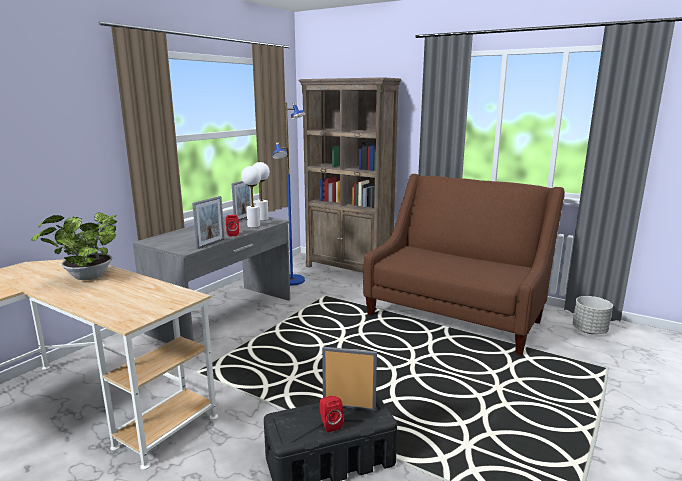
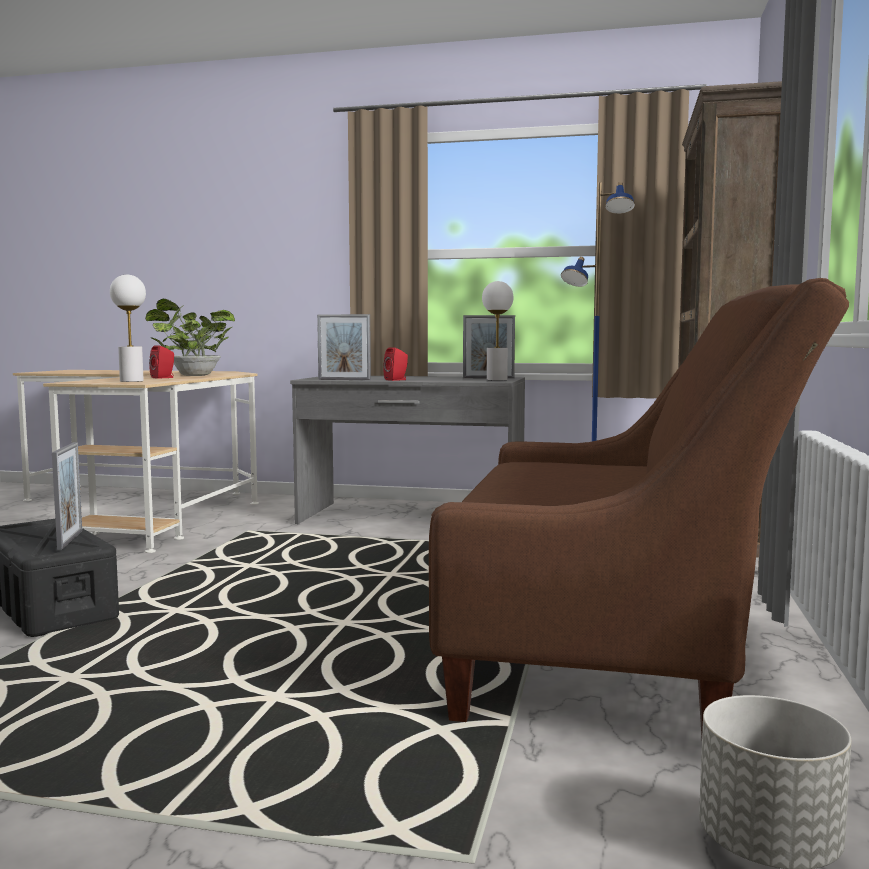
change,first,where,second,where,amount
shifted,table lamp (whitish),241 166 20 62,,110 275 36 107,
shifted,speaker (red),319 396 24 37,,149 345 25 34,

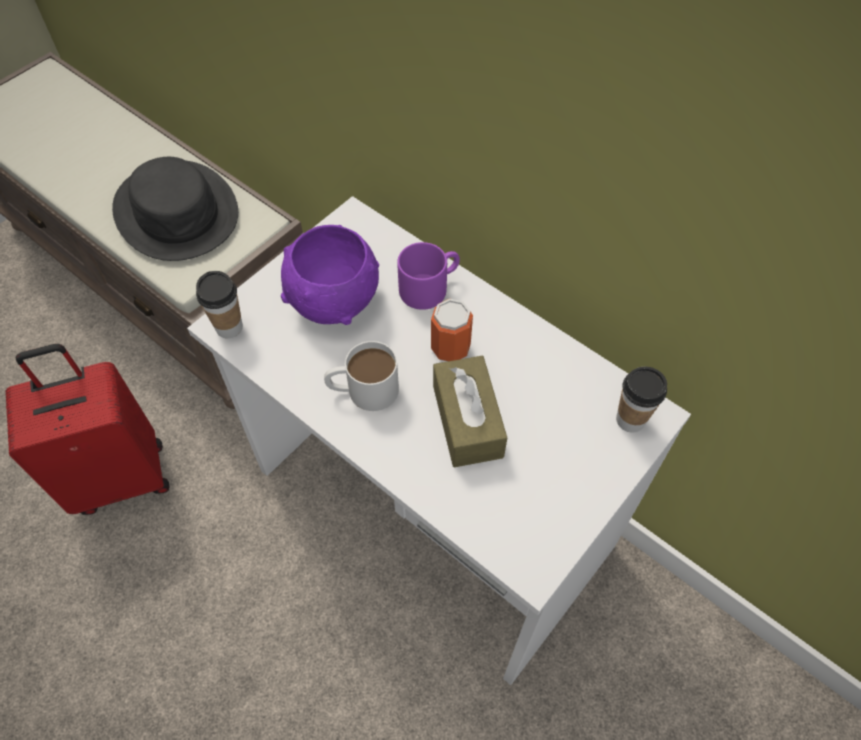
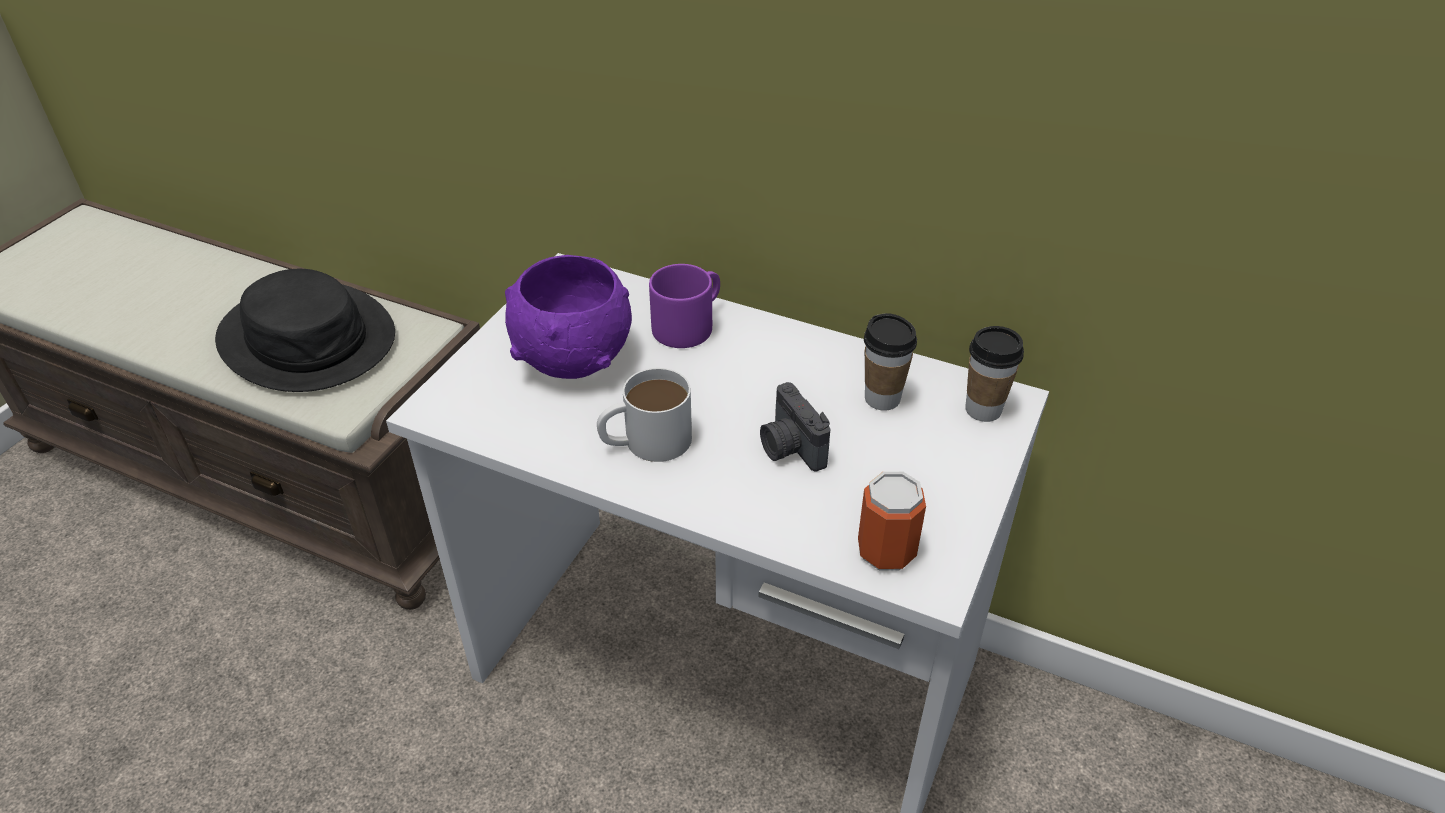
change,first,where,second,where,amount
gone,suitcase (red),6 344 164 171,,,
shifted,cup,196 271 47 67,,864 313 53 98,
shifted,metal can,431 298 42 64,,858 472 68 99,
swapped,box of tissues (brown-coloured),433 356 74 111,still camera,760 382 71 90,

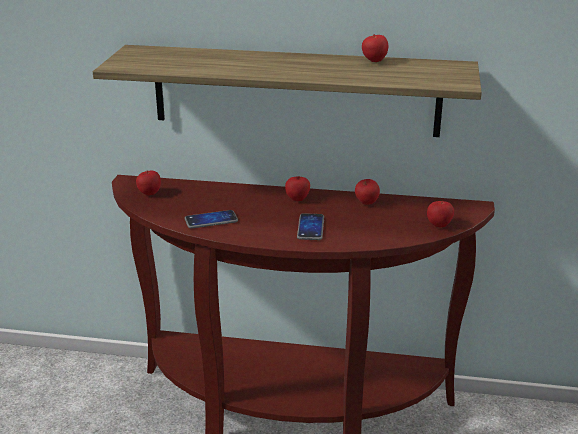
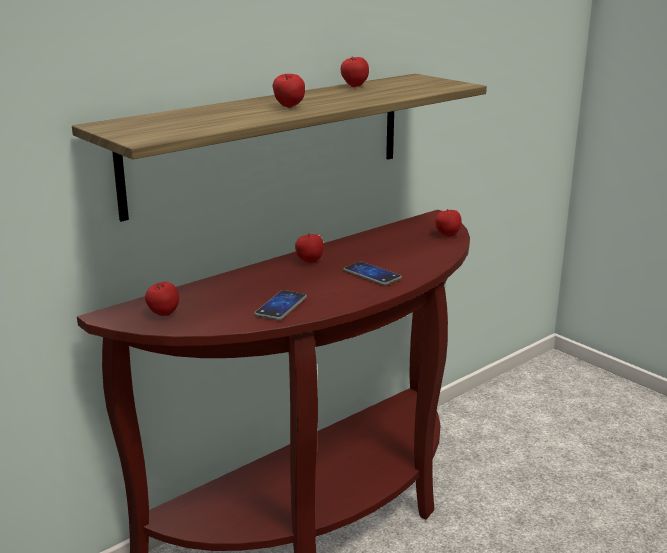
change,first,where,second,where,amount
shifted,apple,355 179 25 26,,273 74 32 34,

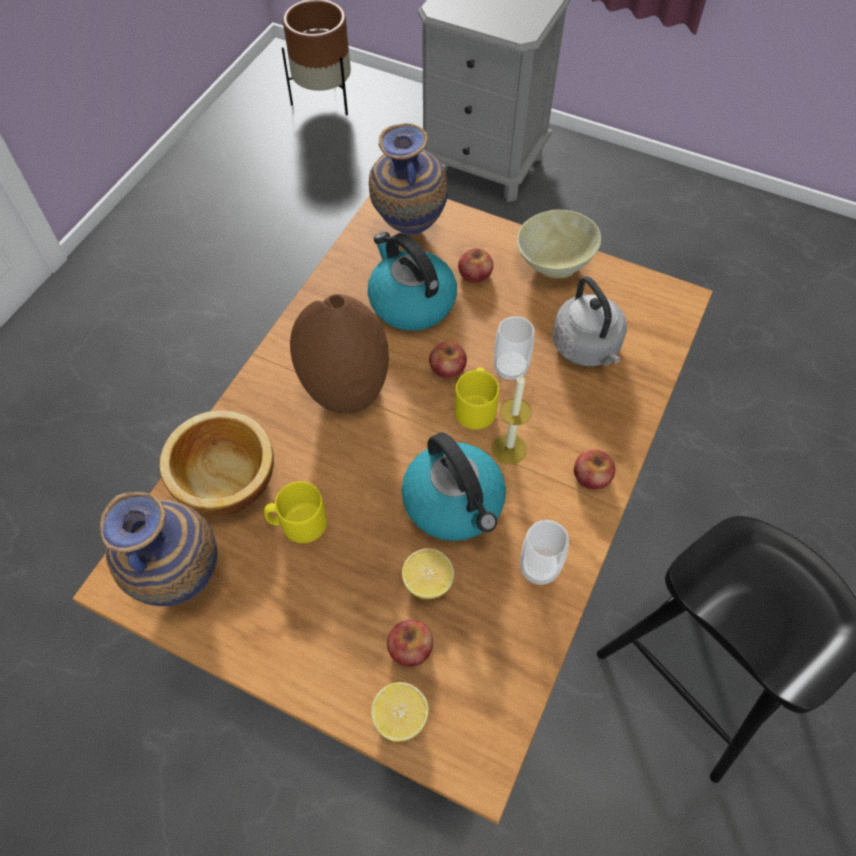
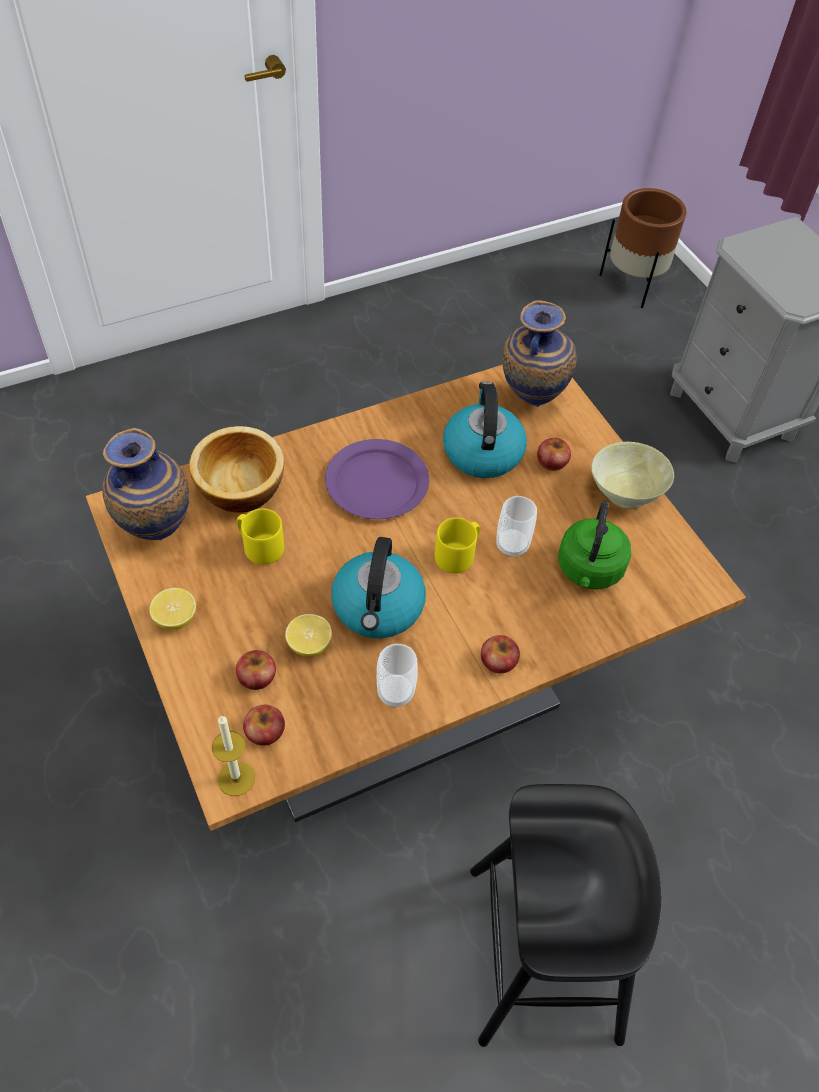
change,first,where,second,where,amount
swapped,decorative vase (brown-coloured),290 294 99 120,plate (purplish),325 439 104 80,
shifted,whole lemon,371 682 58 60,,149 588 47 41,
shifted,apple,429 342 38 37,,243 704 42 42,
shifted,wax light,492 375 40 89,,212 715 43 81,
repainted,water kettle (gray),553 276 74 90,water kettle (green),558 501 73 88,

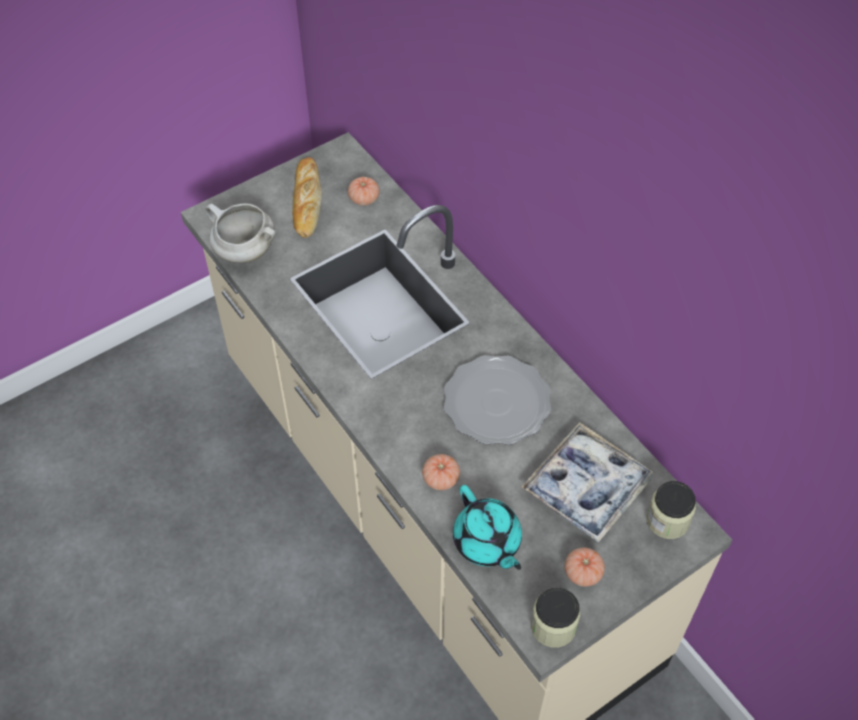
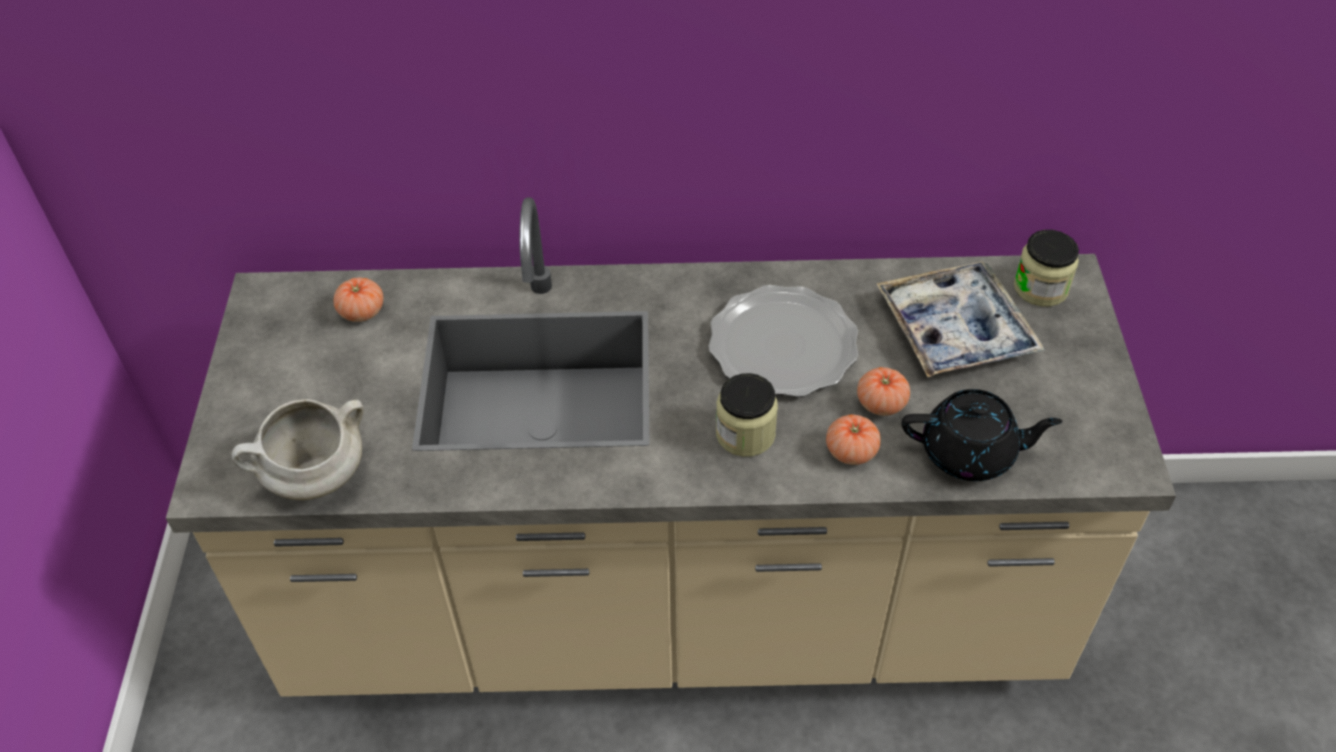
change,first,where,second,where,amount
gone,bread,292 157 30 81,,,
repainted,teapot (turquoise),453 485 69 85,teapot (blackish),902 389 160 92,
shifted,preserve jar,531 588 49 60,,716 373 62 84,
shifted,tomato,564 547 41 40,,857 367 53 49,

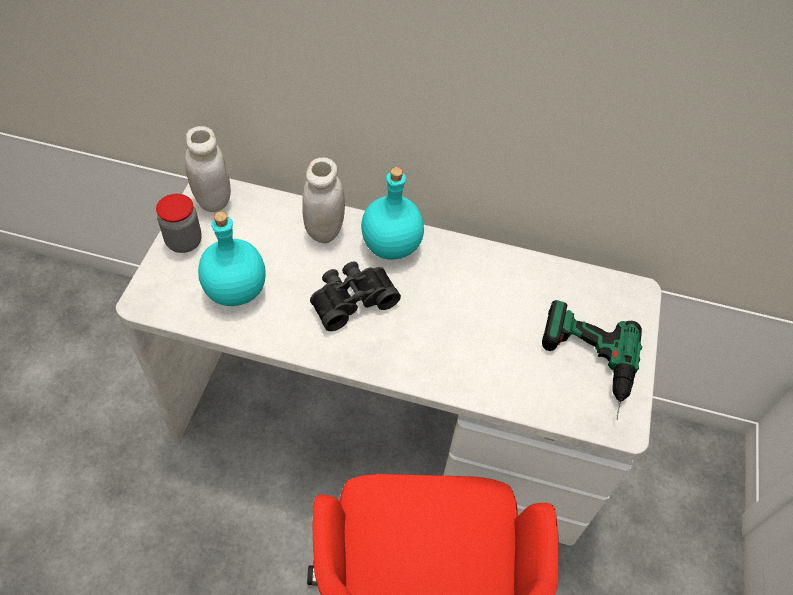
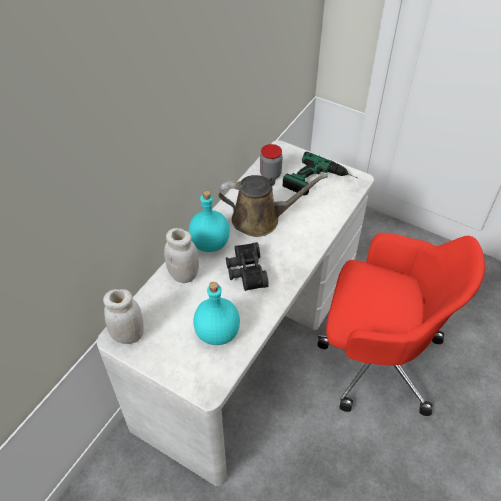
change,first,where,second,where,amount
shifted,preserve jar,156 194 46 59,,260 144 23 36,
new,,,watering can (brown-coloured),218 174 110 63,

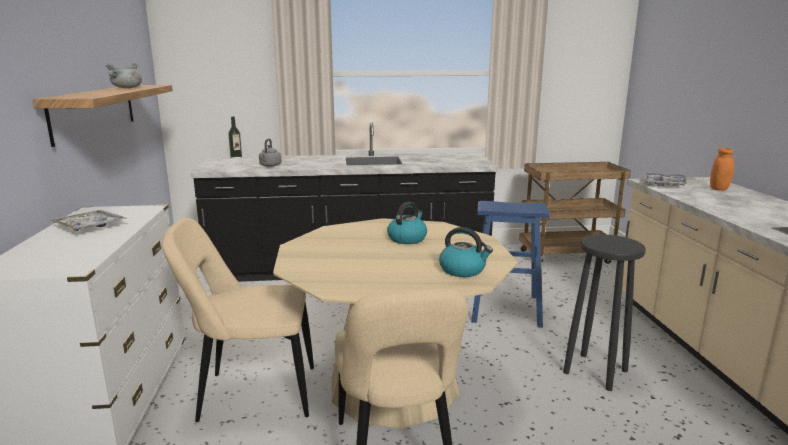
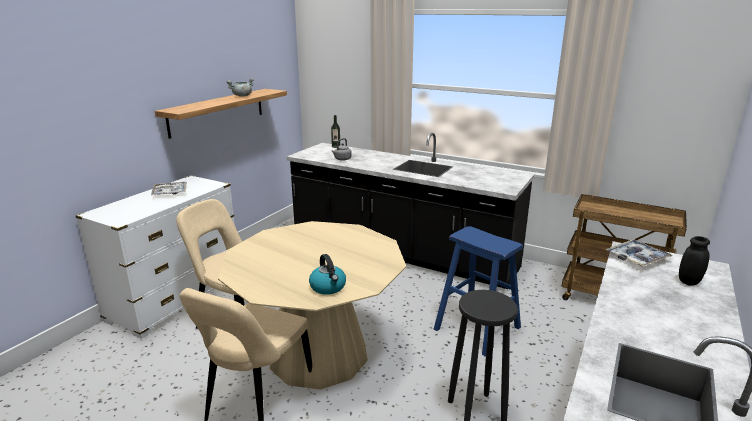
change,first,where,second,where,amount
gone,water kettle,387 202 40 42,,,
repainted,preserve jar (orangey),710 148 24 43,preserve jar (blackish),679 236 31 50,

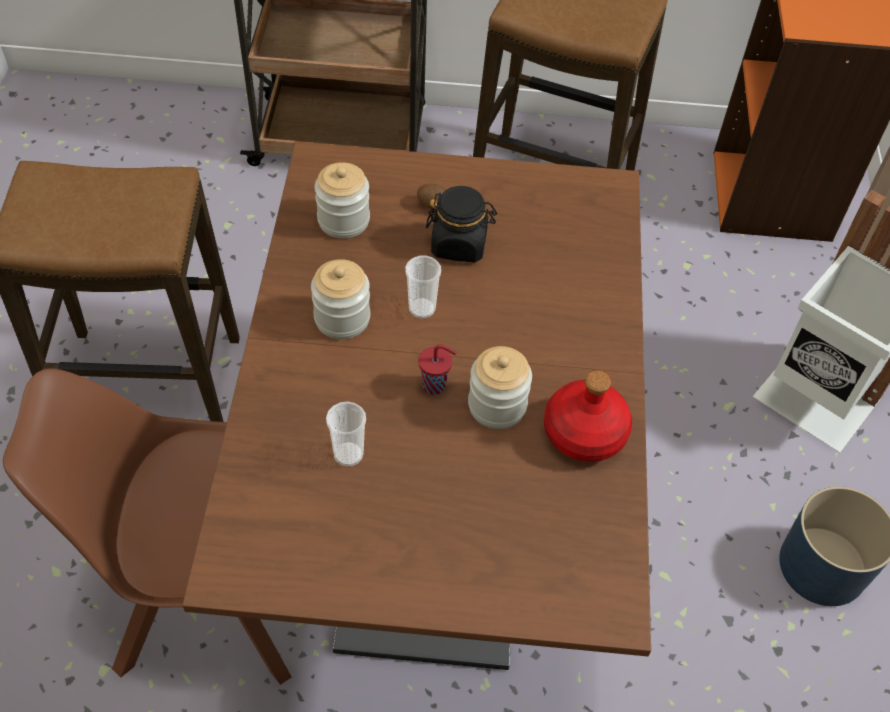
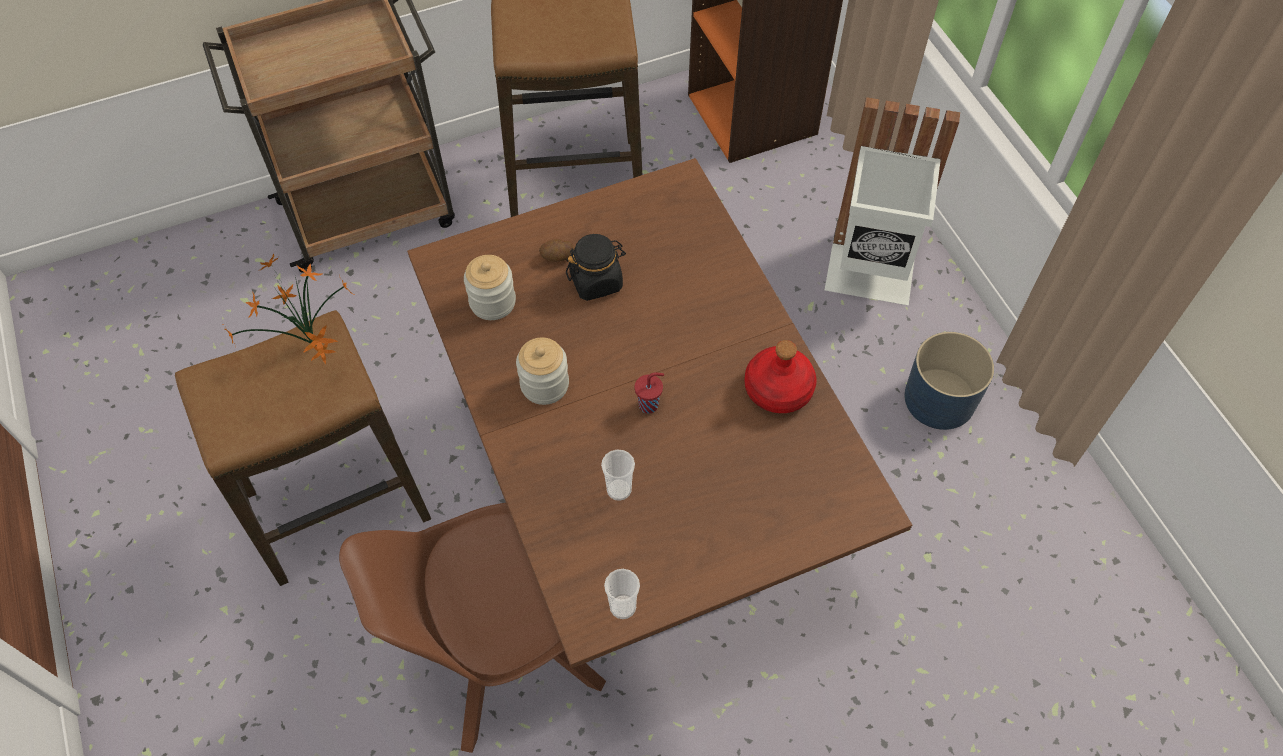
change,first,where,second,where,amount
shifted,cup,405 255 36 64,,604 569 36 50,
gone,preserve jar,468 346 64 83,,,
new,,,potted plant,224 253 130 111,

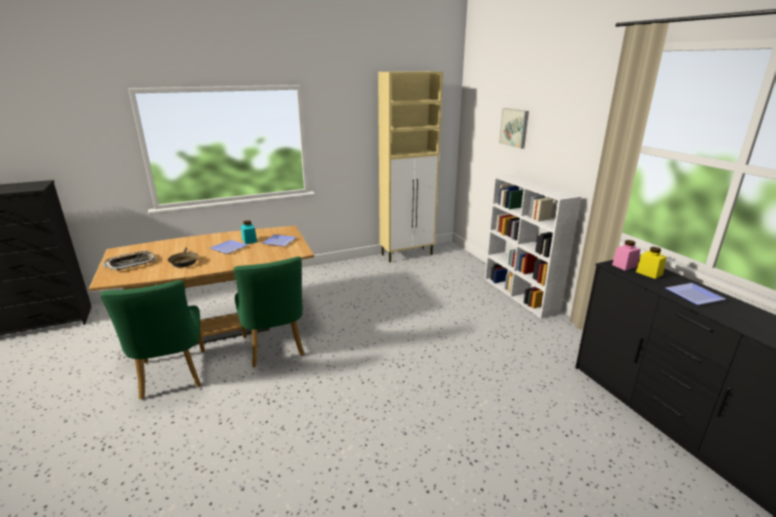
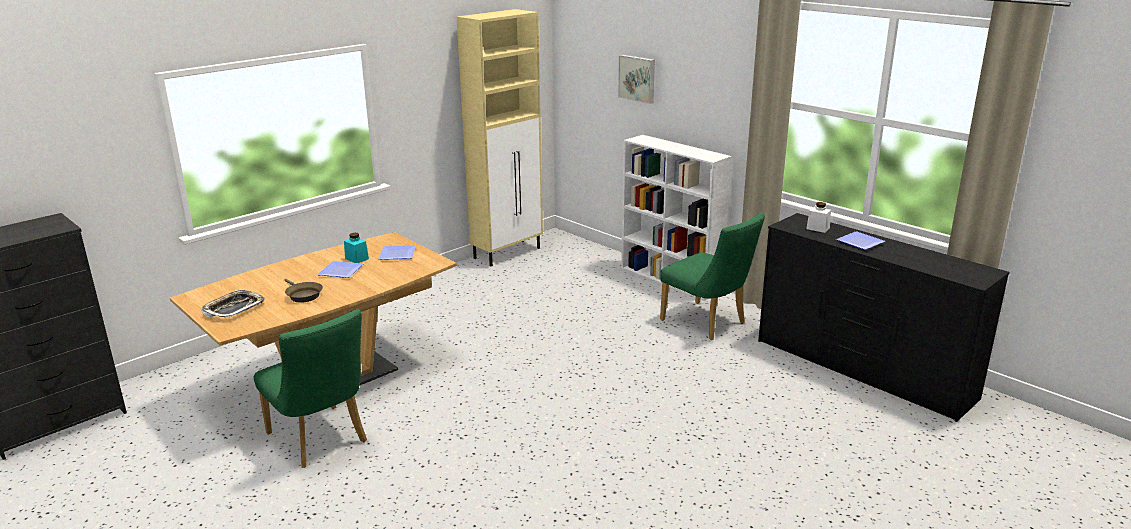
change,first,where,second,where,amount
shifted,plain chair (green),234 257 70 110,,660 213 105 127,
gone,preserve jar (pink),612 240 29 30,,,
repainted,preserve jar (yellow-coloured),636 247 31 32,preserve jar (whitish),806 202 25 31,

